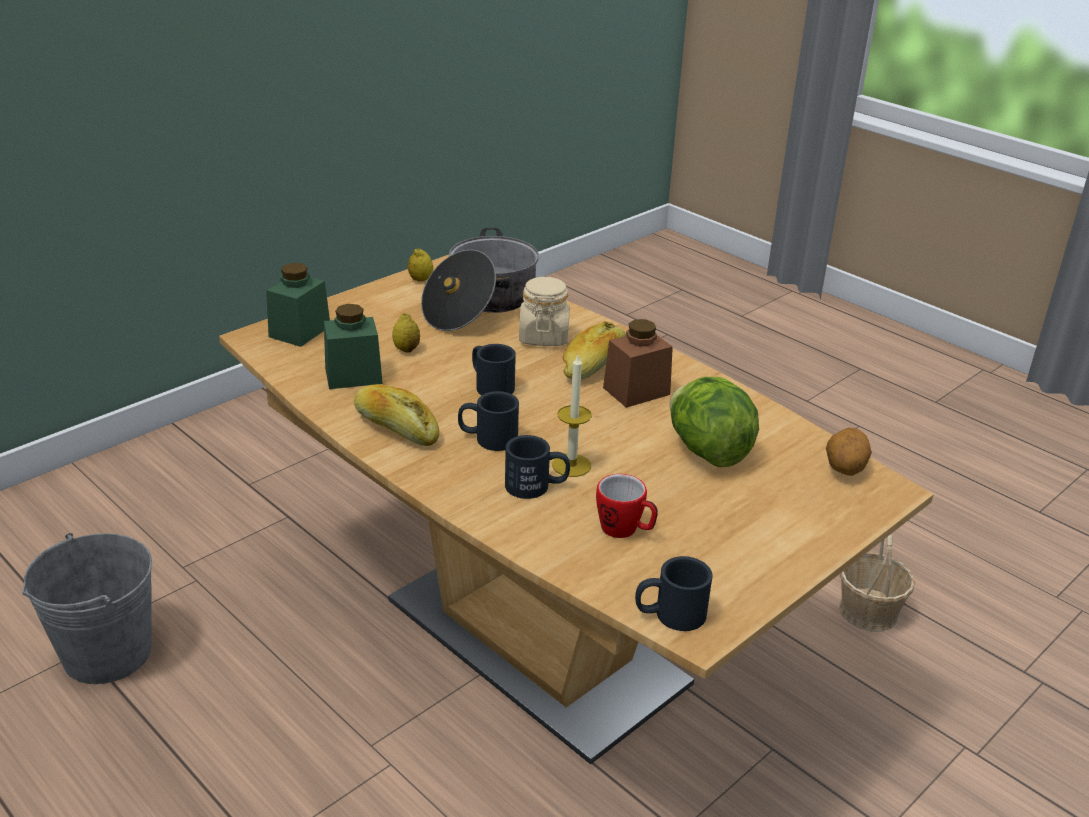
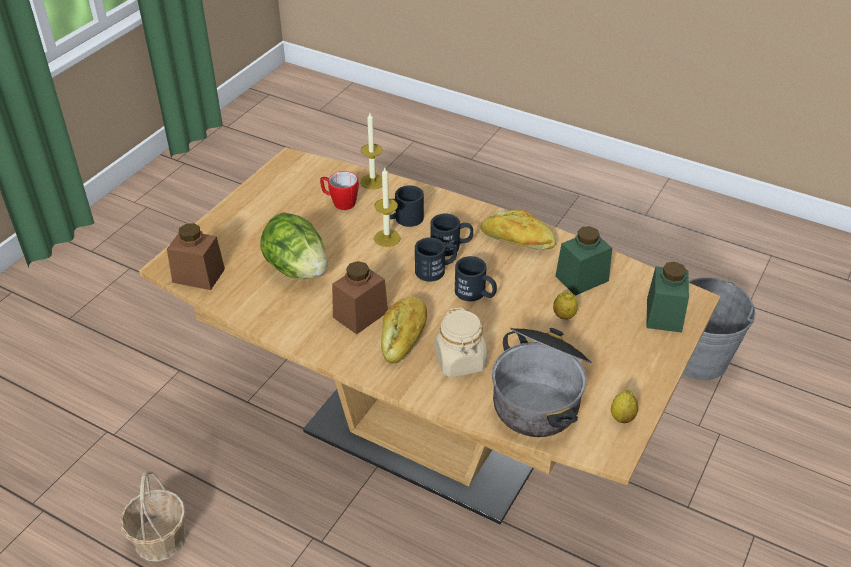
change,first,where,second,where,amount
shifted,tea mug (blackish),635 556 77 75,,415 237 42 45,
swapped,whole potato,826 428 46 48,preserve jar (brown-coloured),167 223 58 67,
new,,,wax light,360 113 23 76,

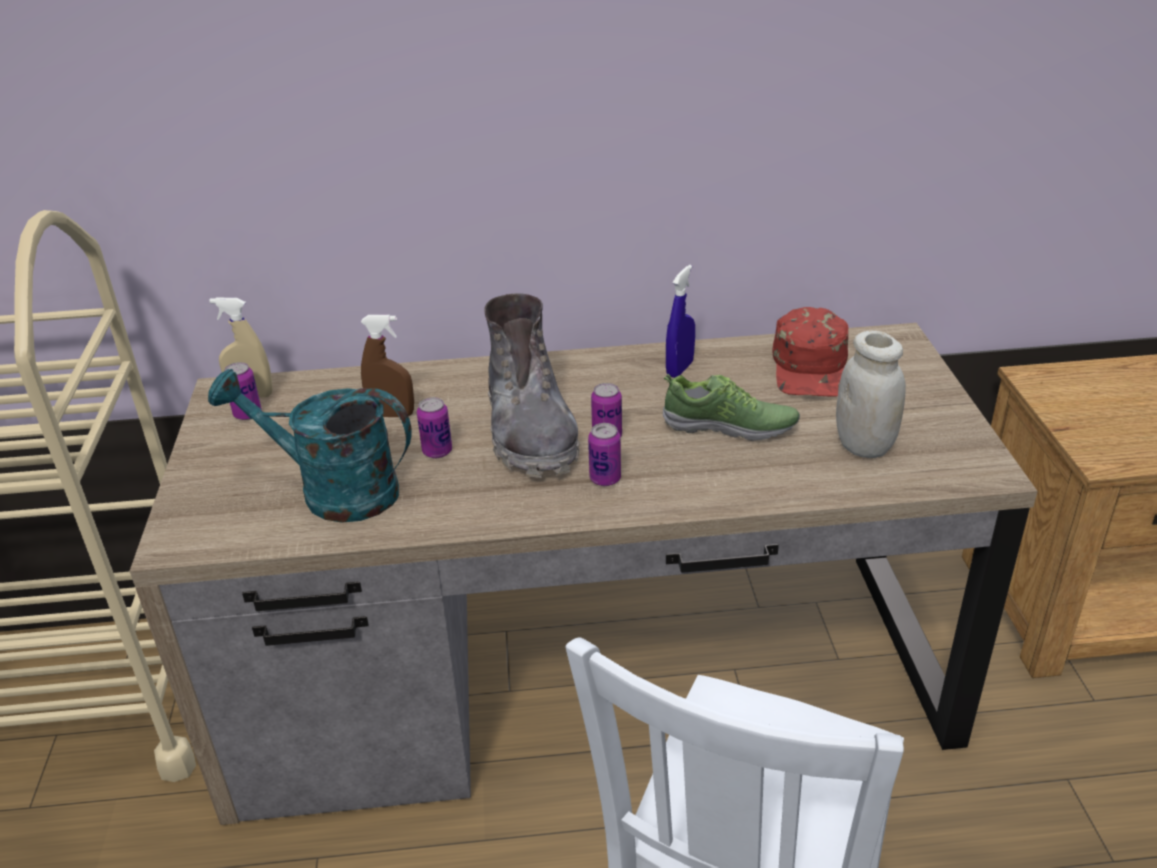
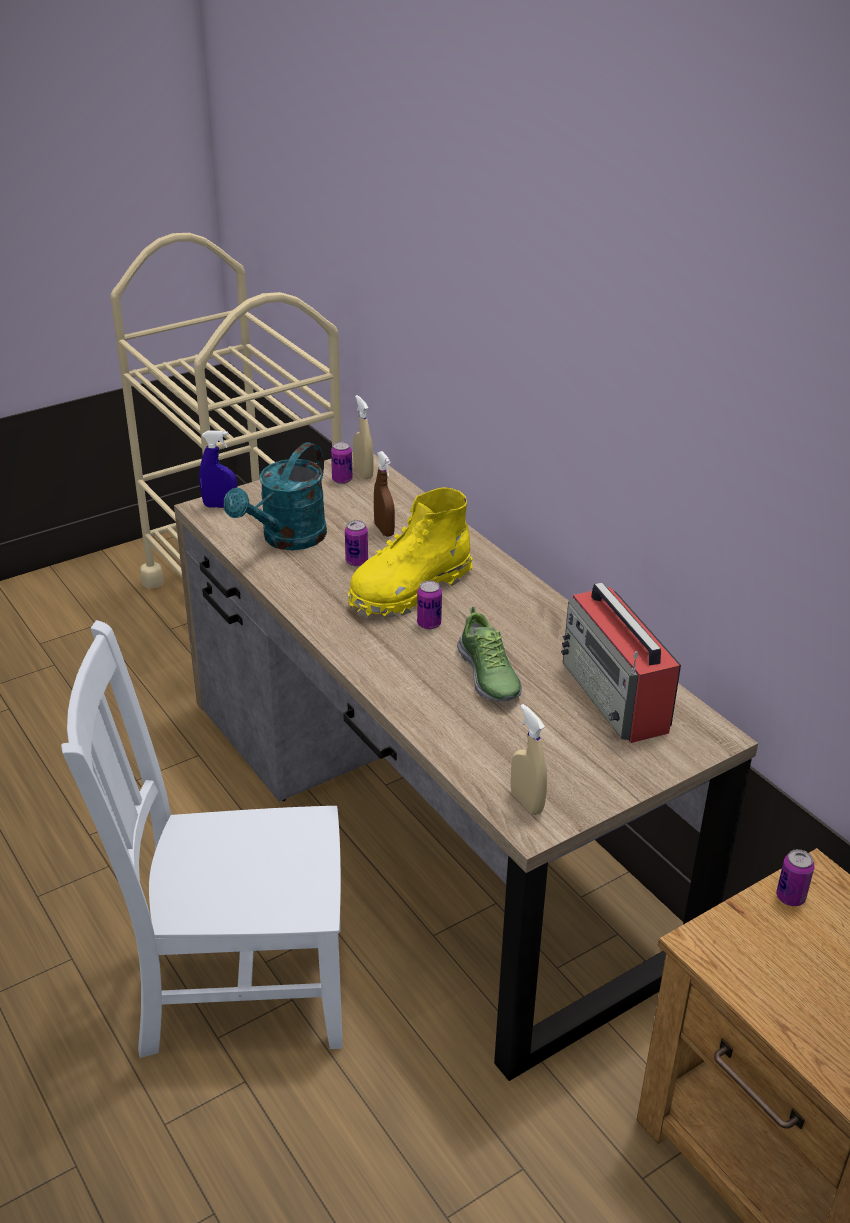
change,first,where,second,where,amount
rotated,watering can (turquoise),208 369 204 154,,224 442 103 108,135 degrees counterclockwise
repainted,high-top boot (gray),484 294 96 184,high-top boot (yellow-coloured),348 487 125 131,
shifted,metal can,588 423 33 63,,776 849 38 57,
shifted,hand sprayer (bluish),666 265 29 113,,199 431 38 77,
swapped,peaked cap (red),773 307 75 89,radio set,561 582 120 161,
gone,preserve jar (whitish),836 330 70 128,,,
new,,,hand sprayer (sand-coloured),511 704 36 111,

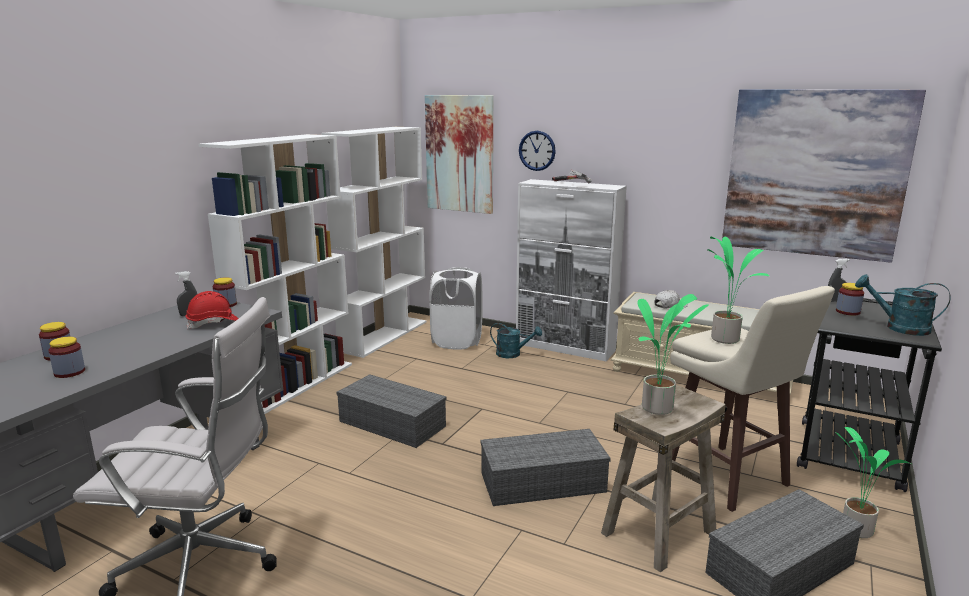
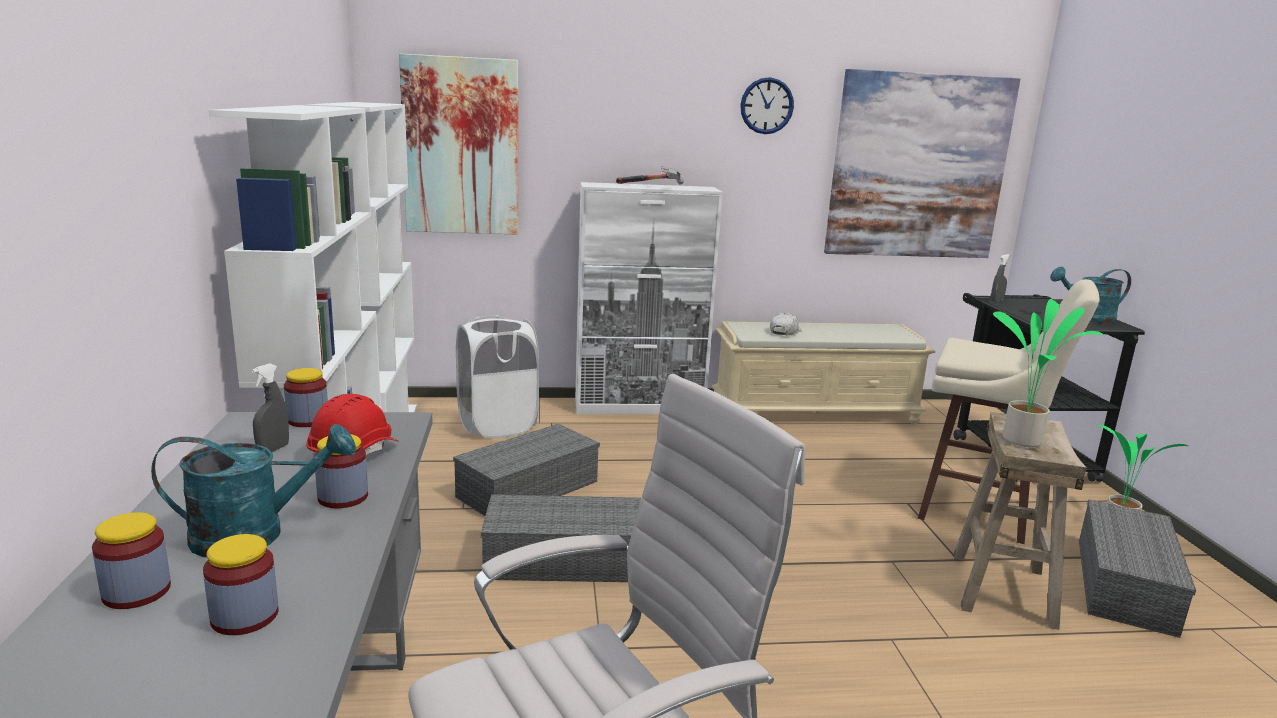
change,first,where,second,where,amount
shifted,storage bin (gray),480 429 131 77,,453 424 147 92,
shifted,watering can (turquoise),490 323 52 35,,151 424 205 134,
shifted,hanging clock,519 131 37 40,,740 77 54 57,
gone,potted plant,707 236 62 108,,,
shifted,preserve jar,836 283 28 32,,314 434 54 74,

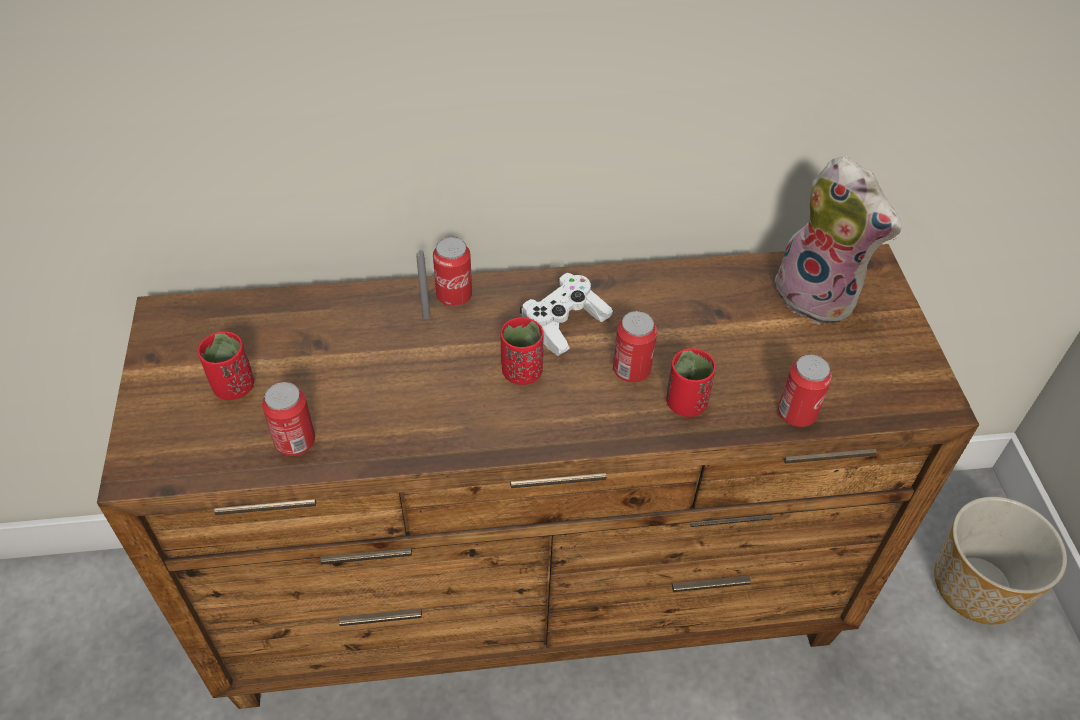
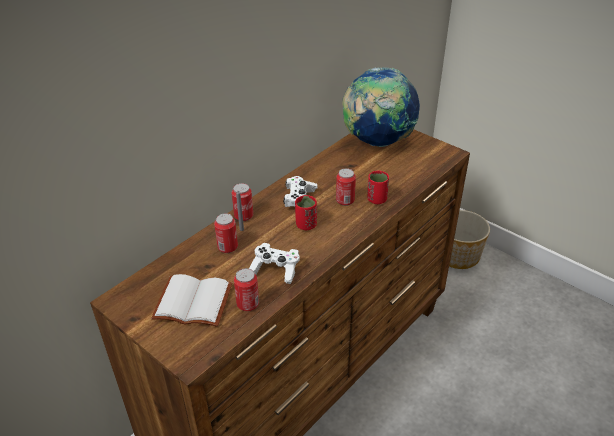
change,first,where,second,where,amount
swapped,cup (red),198 332 56 68,book (whitish),151 274 81 53,
swapped,cuddly toy,769 156 133 169,world globe,342 67 78 80,
shifted,metal can,778 354 54 73,,214 213 24 40,
new,,,gamepad (whitish),249 243 51 41,

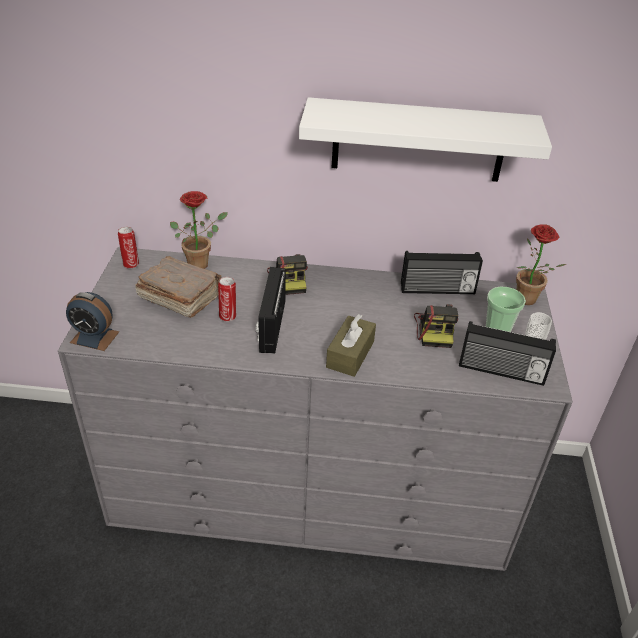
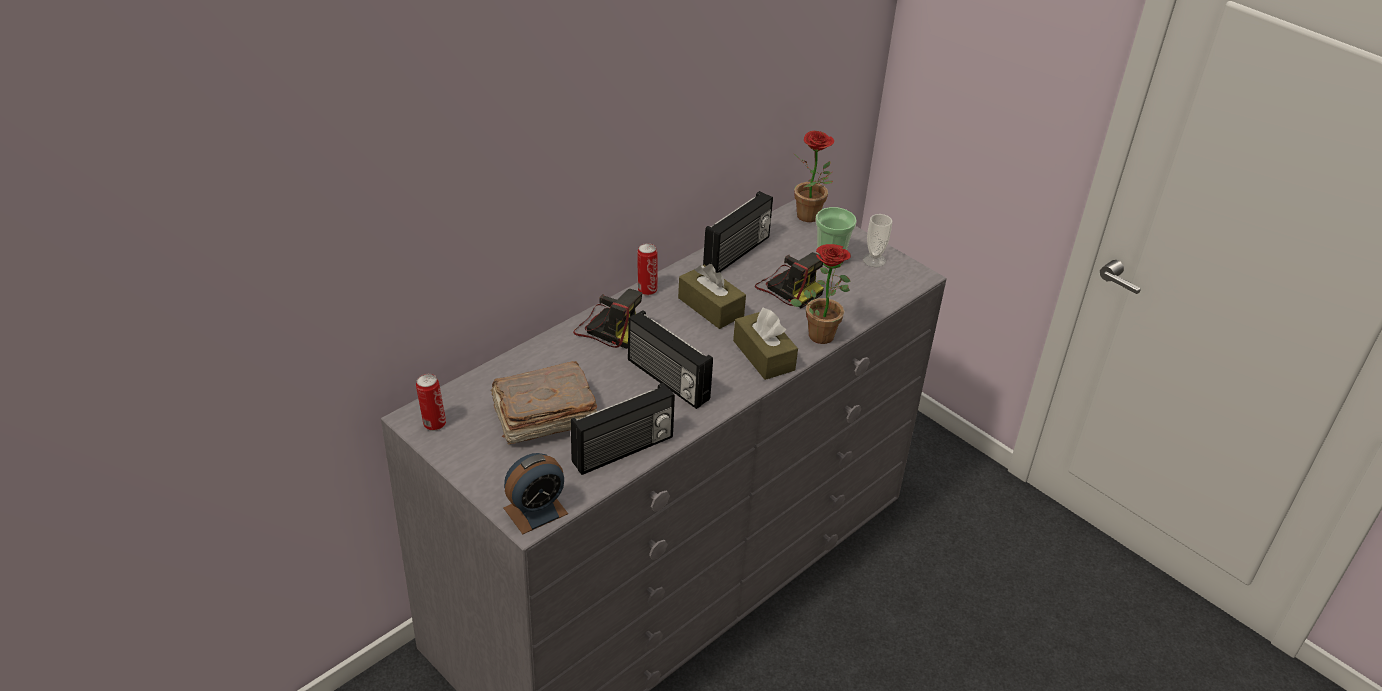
change,first,where,second,where,amount
shifted,potted plant,170 191 58 78,,790 244 61 100,
shifted,metal can,218 277 18 45,,637 243 21 52,
gone,shelf (whitish),299 97 253 85,,,
shifted,radio set,459 321 97 65,,571 383 104 92,
new,,,box of tissues (brown-coloured),678 264 68 65,

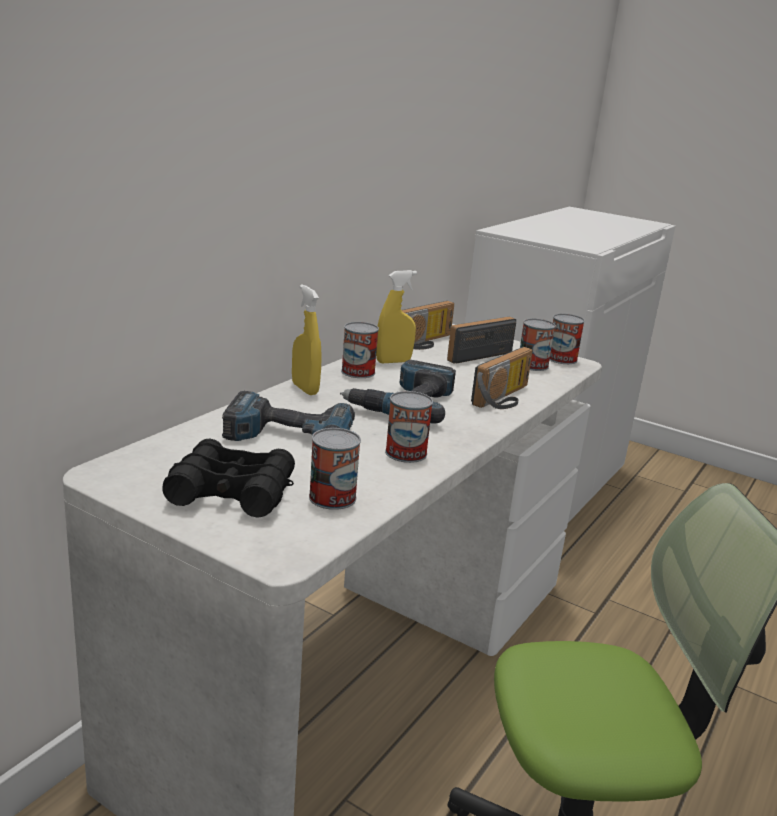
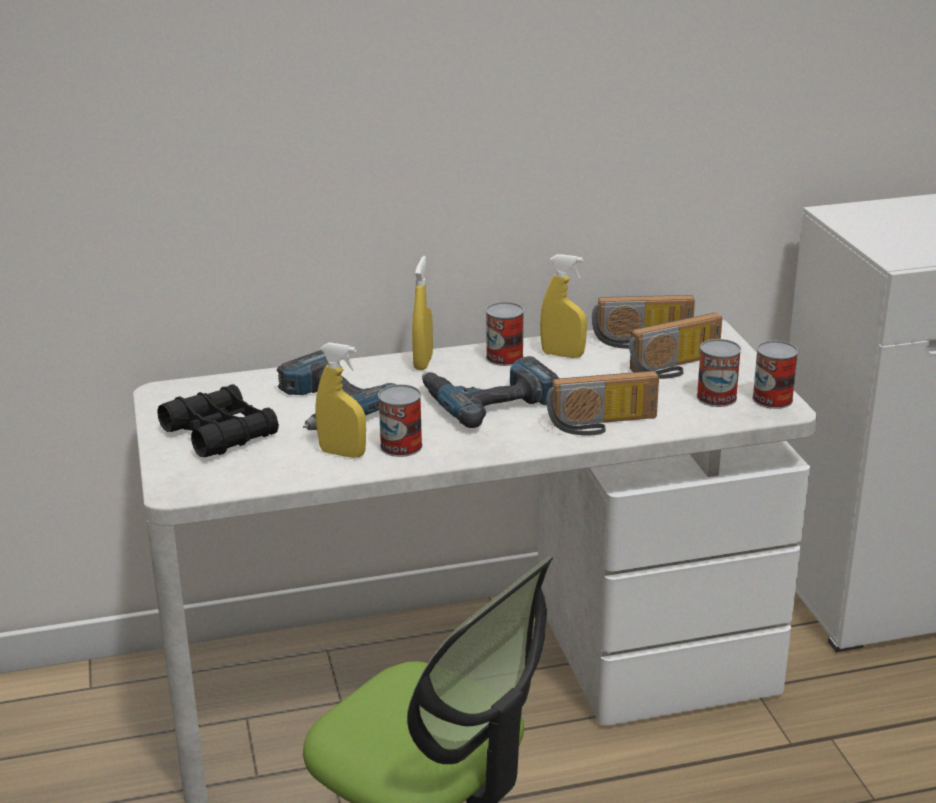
change,first,where,second,where,amount
gone,metal can,309 428 52 82,,,
rotated,radio set,447 317 69 46,,629 313 93 66,150 degrees clockwise
new,,,hand sprayer (yellow-coloured),316 342 50 116,

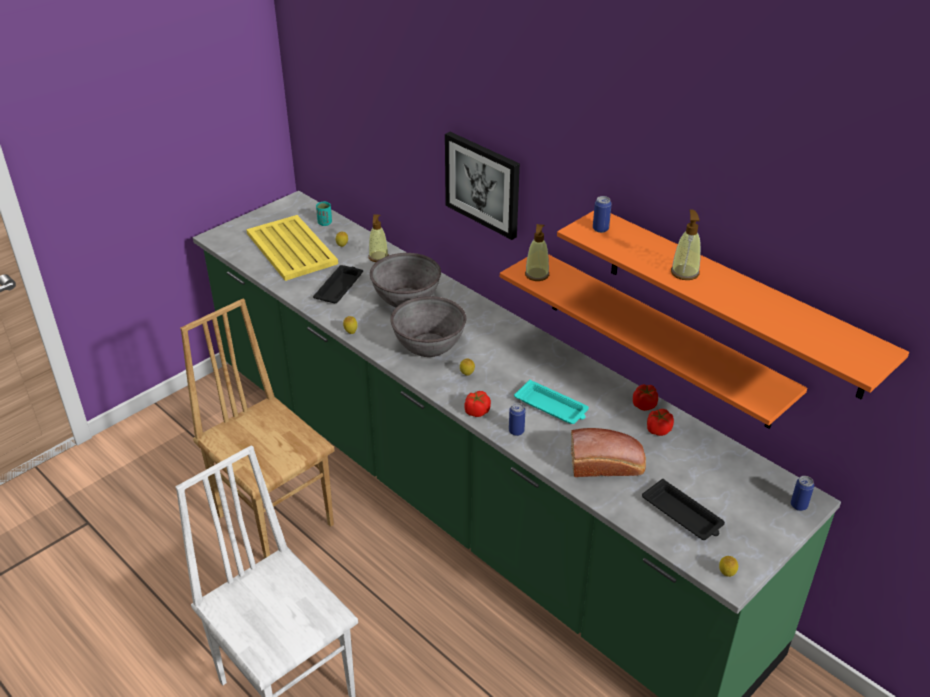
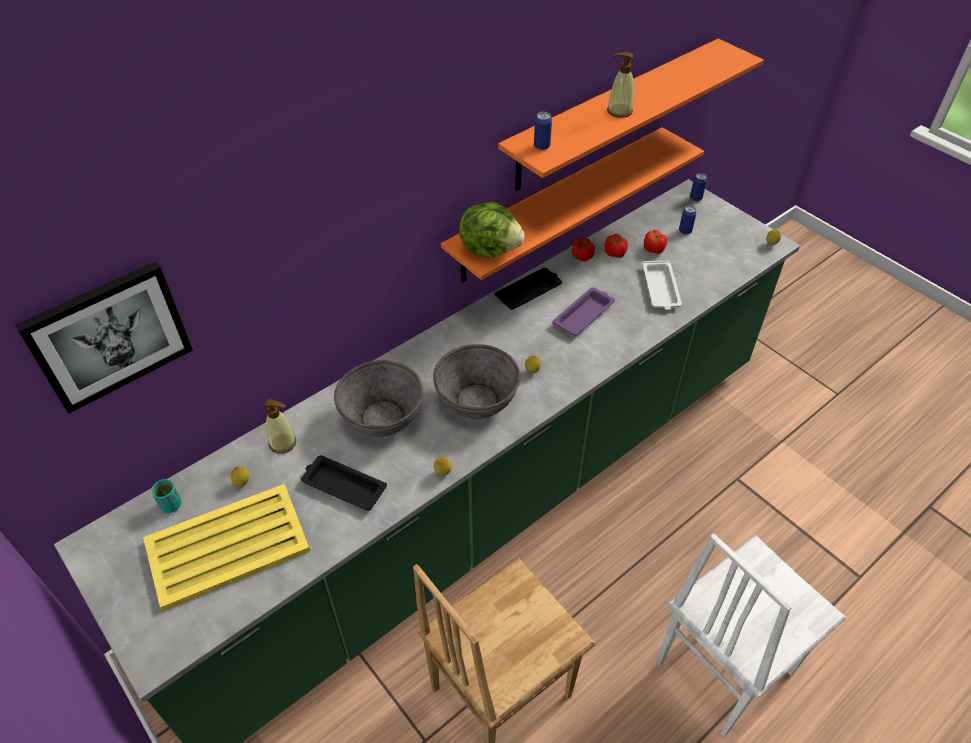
change,first,where,second,where,amount
shifted,wall art,445 132 75 108,,15 261 178 153,
shifted,tomato,464 391 27 26,,644 230 23 24,
shifted,metal can,509 403 16 33,,679 205 18 30,
repainted,carrying tray (turquoise),514 380 75 44,carrying tray (purplish),552 287 63 49,
swapped,soap bottle,525 224 24 57,head of lettuce,459 202 66 56,
swapped,bread,571 428 75 49,carrying tray (whitish),642 261 40 49,
shifted,carrying tray (blackish),642 479 83 61,,495 268 67 42,

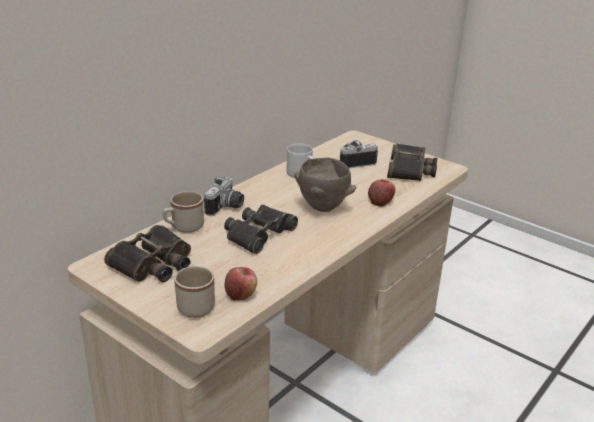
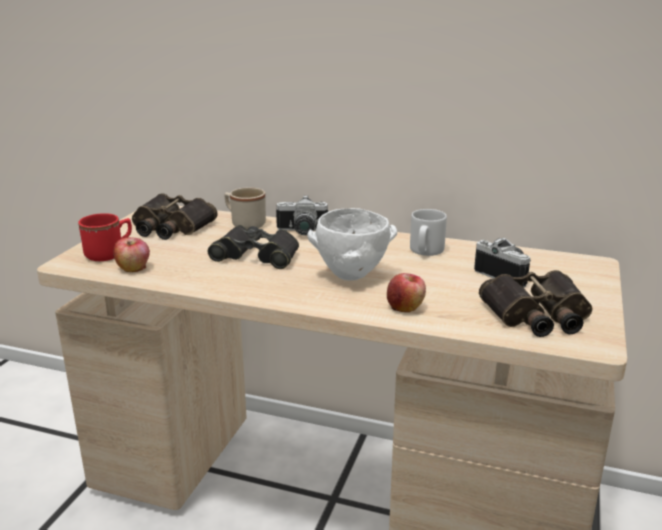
change,first,where,second,where,amount
repainted,tea mug (sand-coloured),174 264 41 54,tea mug (red),78 213 54 48,
repainted,deep dish (brown-coloured),294 158 62 54,deep dish (whitish),307 208 90 73,

